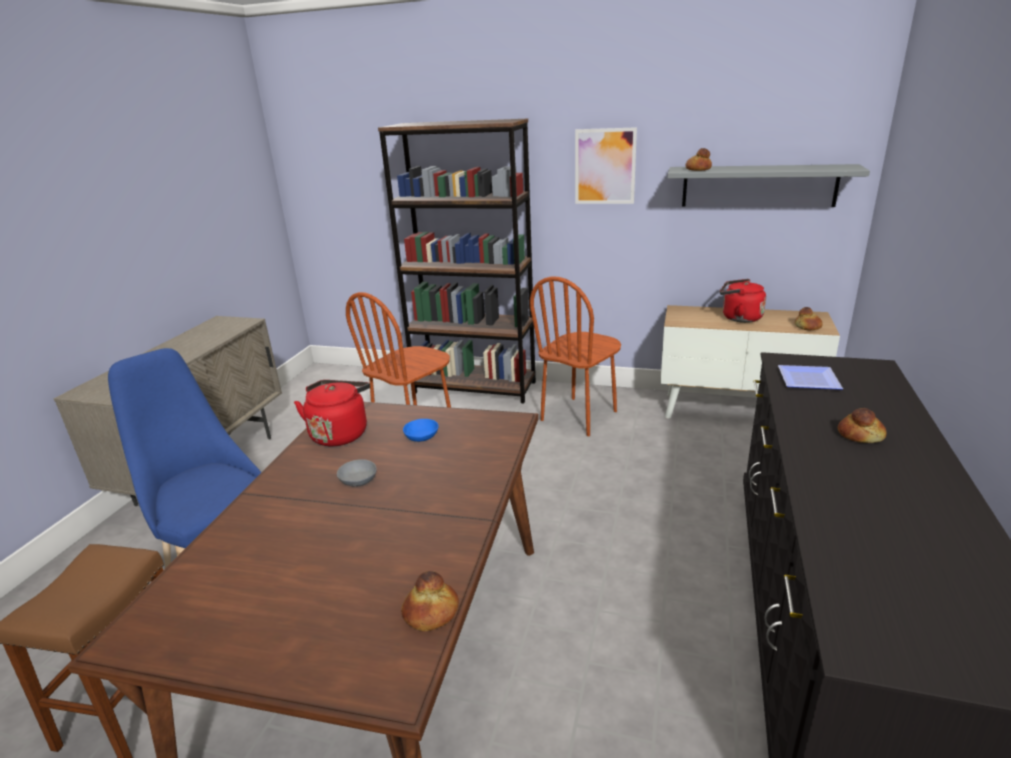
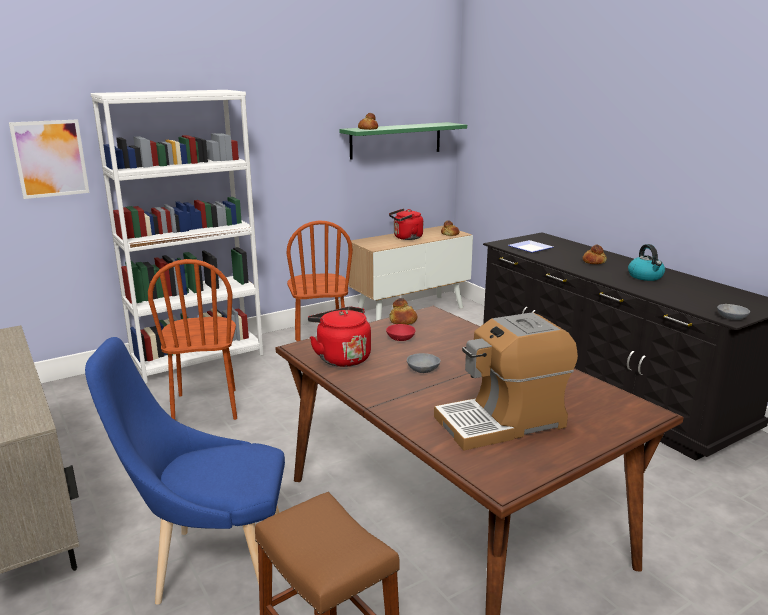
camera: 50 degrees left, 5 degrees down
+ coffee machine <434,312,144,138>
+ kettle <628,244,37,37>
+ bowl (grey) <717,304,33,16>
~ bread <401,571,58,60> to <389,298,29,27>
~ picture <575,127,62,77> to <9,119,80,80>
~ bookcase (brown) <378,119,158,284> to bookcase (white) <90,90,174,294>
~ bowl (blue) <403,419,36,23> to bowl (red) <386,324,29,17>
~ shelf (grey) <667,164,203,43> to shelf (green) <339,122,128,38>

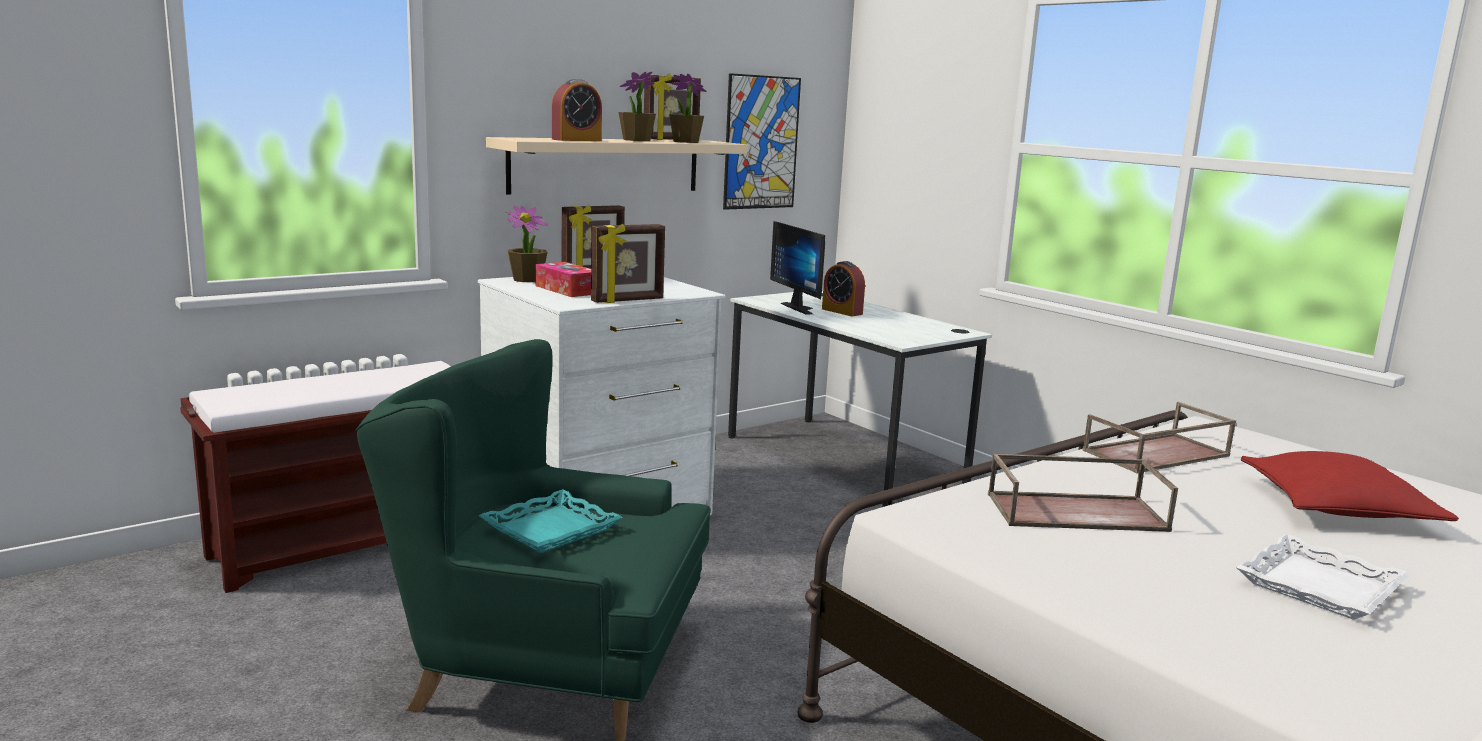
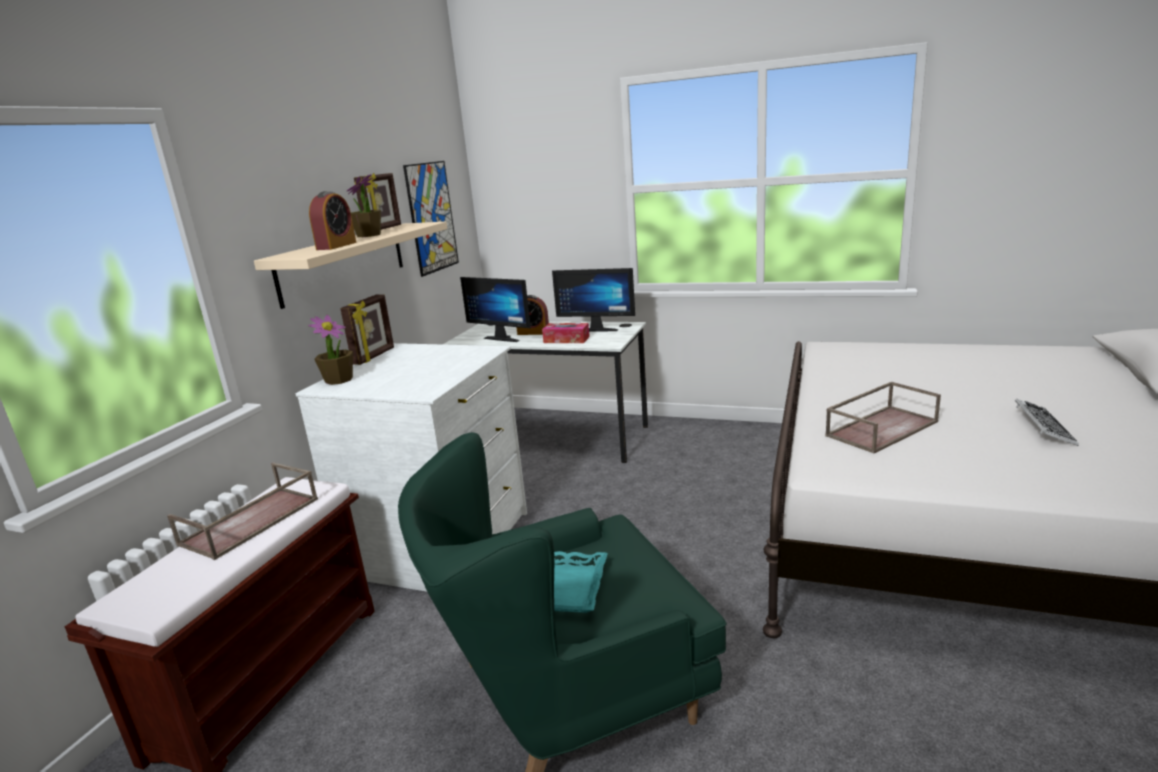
camera: 30 degrees left, 5 degrees up
- picture frame <591,224,74,79>
- potted plant <669,74,38,69>
- pillow (red) <1241,451,218,70>
+ monitor <552,268,83,64>
~ tissue box <535,262,56,35> to <542,323,48,20>
~ tray (brown) <1082,402,154,71> to <167,462,151,98>
~ tray (white) <1236,534,175,86> to keyboard <1015,398,64,48>

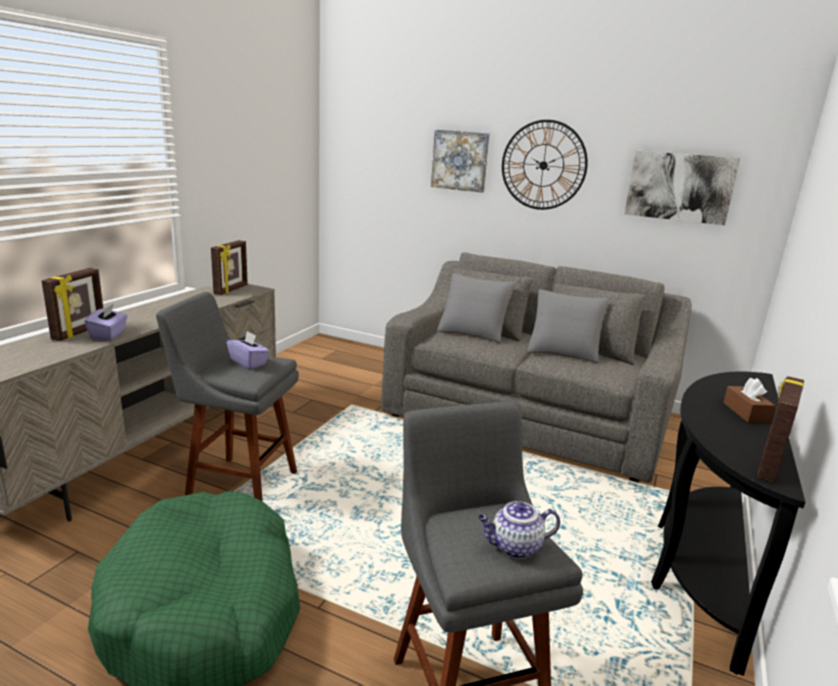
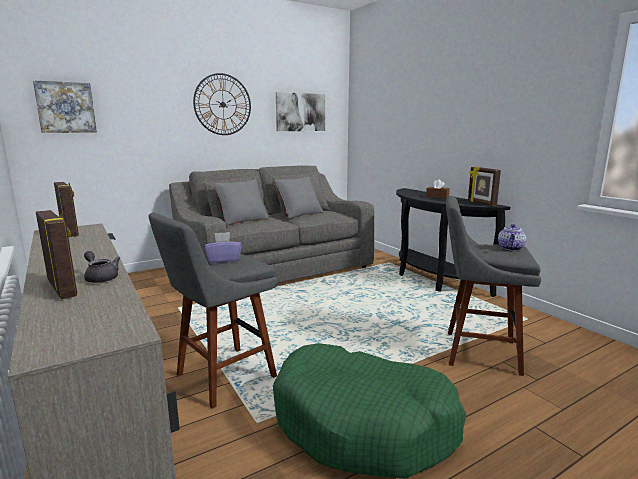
camera: 55 degrees left, 5 degrees down
~ picture <431,130,59,63> to <33,80,64,53>
~ tissue box (purple) <85,304,43,36> to teapot (grey) <84,251,36,32>

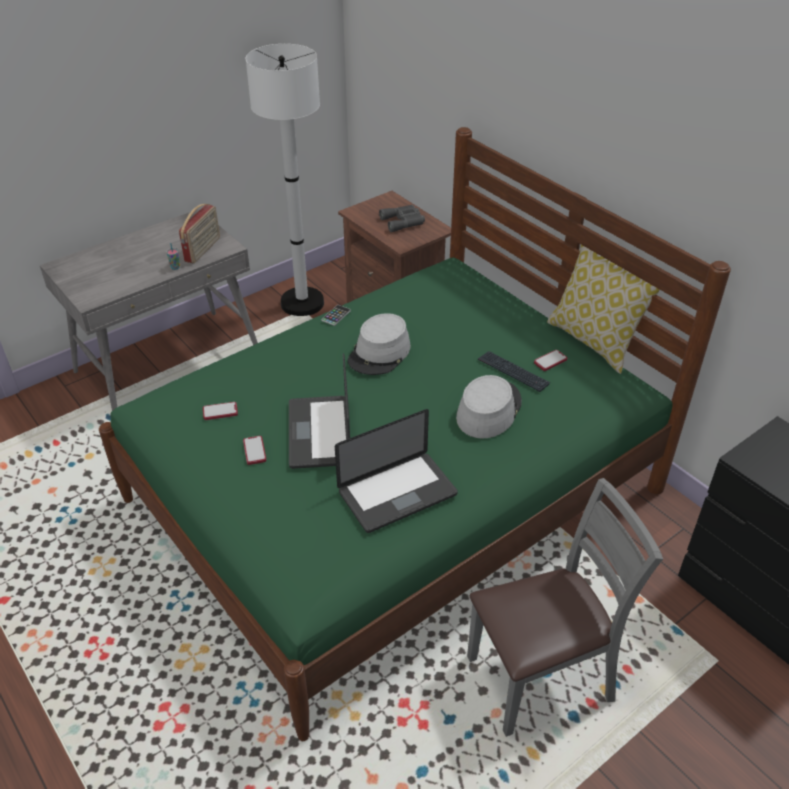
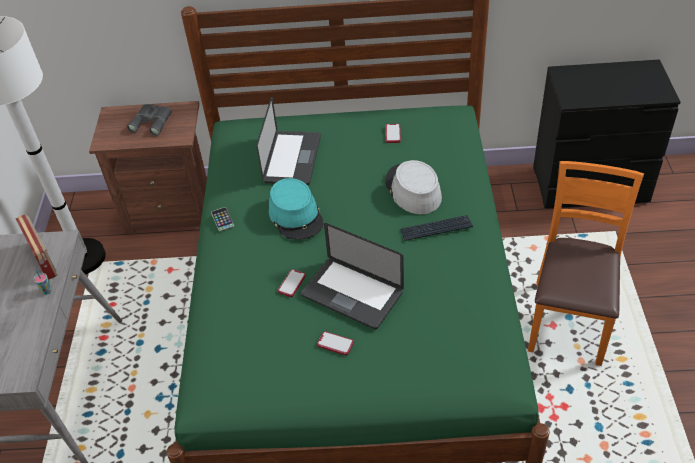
camera: 50 degrees left, 5 degrees up
- pillow <547,245,113,129>
~ phone <203,402,35,18> to <278,269,28,28>
~ laptop <335,409,123,124> to <256,96,65,89>
~ keyboard <478,351,72,41> to <401,215,72,26>
~ hat (grey) <348,313,63,62> to hat (turquoise) <269,178,55,62>
~ chair (grey) <467,478,196,259> to chair (orange) <528,161,116,205>

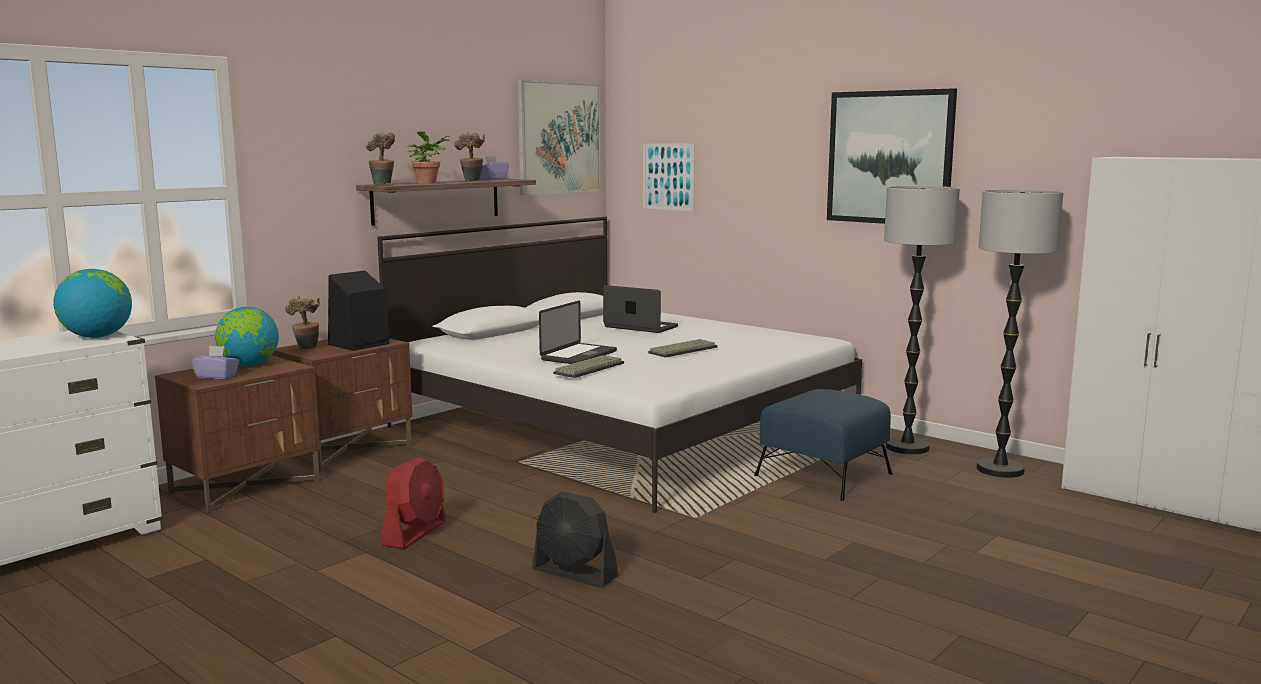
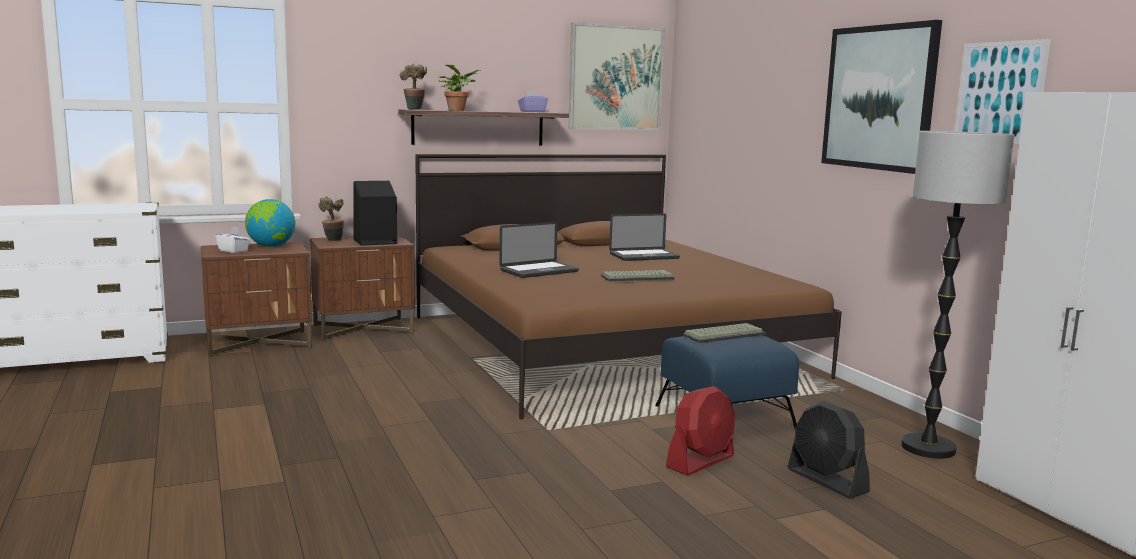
camera: 25 degrees right, 0 degrees up
- globe <53,269,79,69>
- potted plant <454,132,31,49>
- floor lamp <884,186,76,268>
~ fan (red) <381,457,65,92> to <666,386,69,90>
~ fan (black) <532,491,86,97> to <788,401,82,98>
~ keyboard <553,355,71,23> to <683,323,82,20>
~ picture <643,143,52,68> to <954,39,97,105>
~ tissue box (purple) <191,346,49,33> to tissue box (white) <215,226,35,27>
~ bed (white) <377,216,485,297> to bed (brown) <415,154,427,265>
~ laptop <603,285,75,48> = <609,213,71,48> 105 degrees clockwise

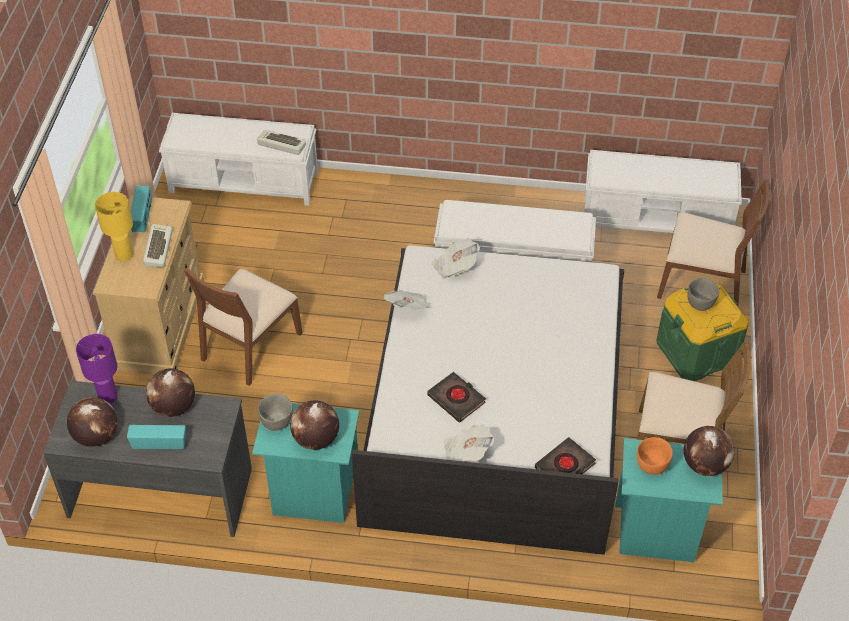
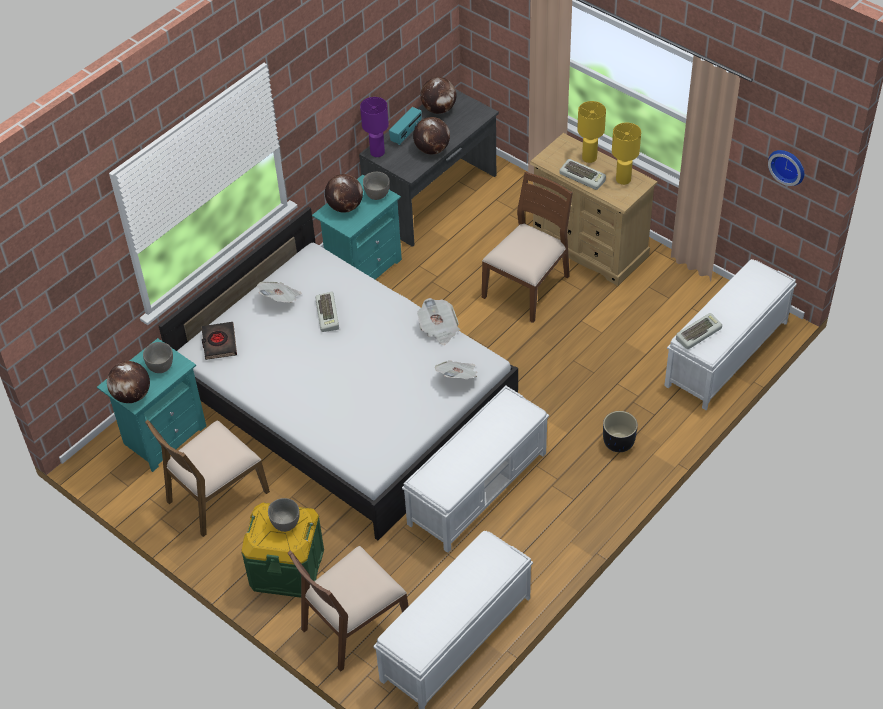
camera: 125 degrees right, 0 degrees up
+ planter (black) <603,411,35,41>
+ wall clock <768,150,36,36>
~ table lamp (purple) <76,334,42,70> to <360,97,29,60>
~ radio <131,186,21,47> to table lamp (yellow) <612,122,29,63>
~ book (black) <427,372,59,50> to keyboard <315,291,24,41>
~ bowl (orange) <637,437,36,38> to bowl (grey) <143,342,30,31>
~ chair (brown) <184,268,119,118> = <482,171,91,152> 60 degrees clockwise

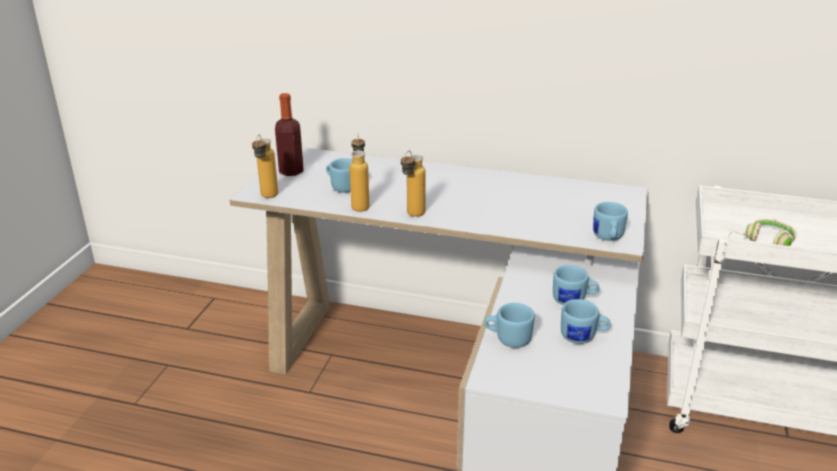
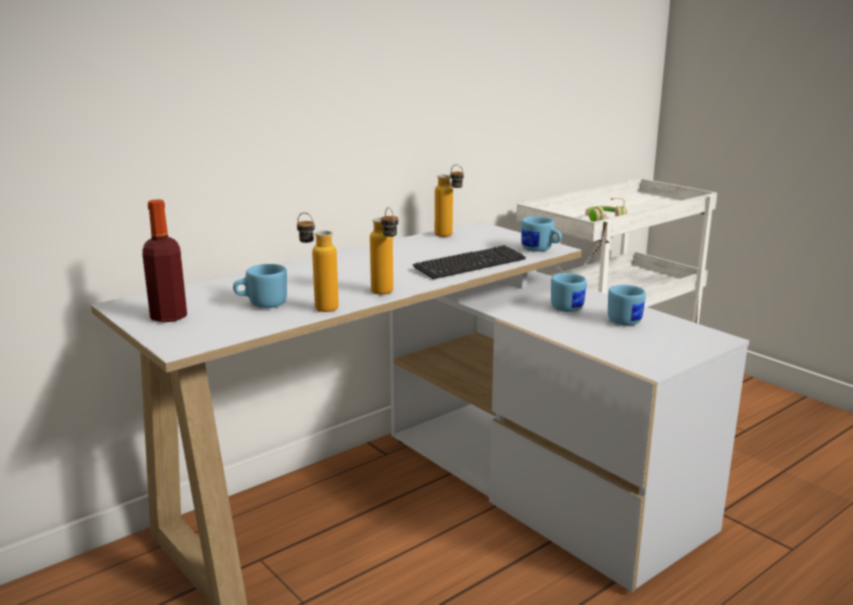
camera: 55 degrees left, 10 degrees down
- mug (blue) <484,303,51,45>
+ keyboard <413,245,113,34>
~ bottle <252,135,26,63> to <435,164,29,73>

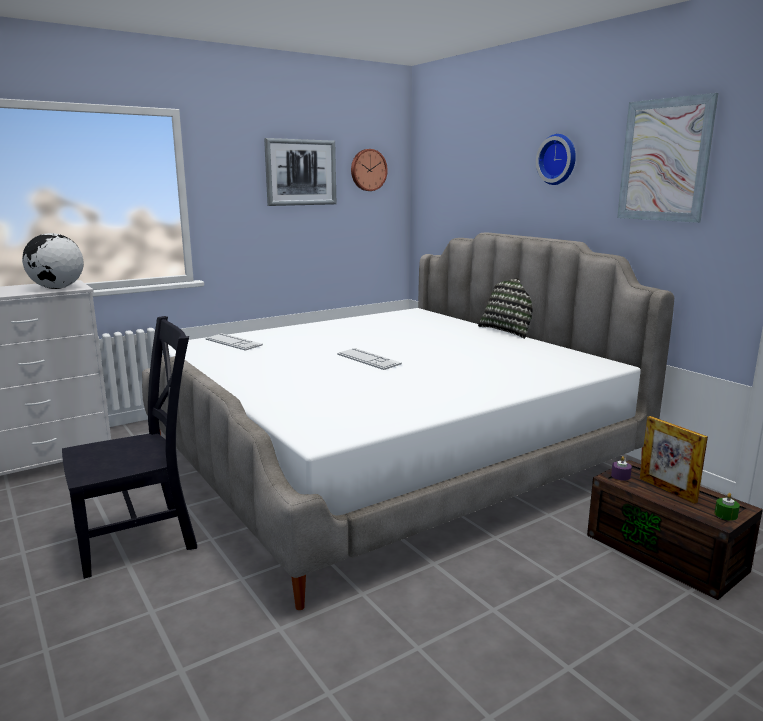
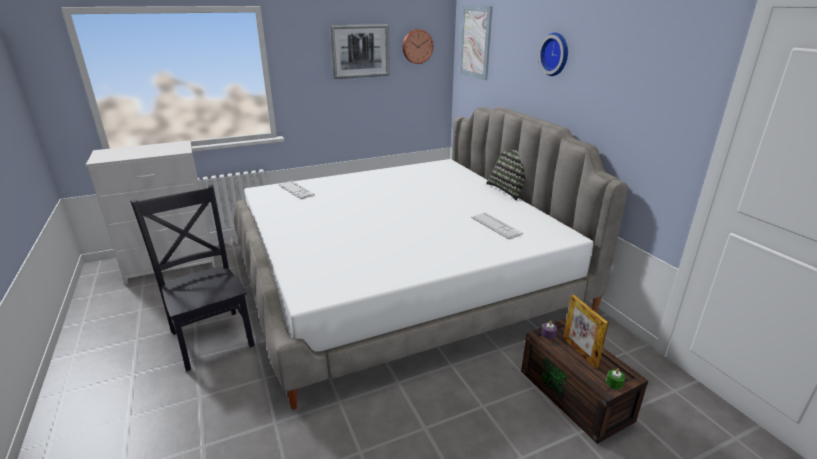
camera: 10 degrees right, 10 degrees up
- globe <22,233,62,56>
~ keyboard <337,348,65,22> to <471,212,52,27>
~ picture <617,93,101,130> to <459,6,33,74>
~ chair (black) <62,316,135,263> = <130,185,125,186> 105 degrees counterclockwise

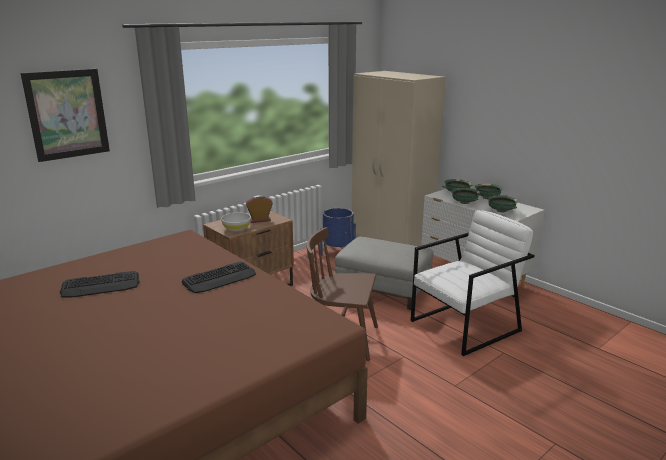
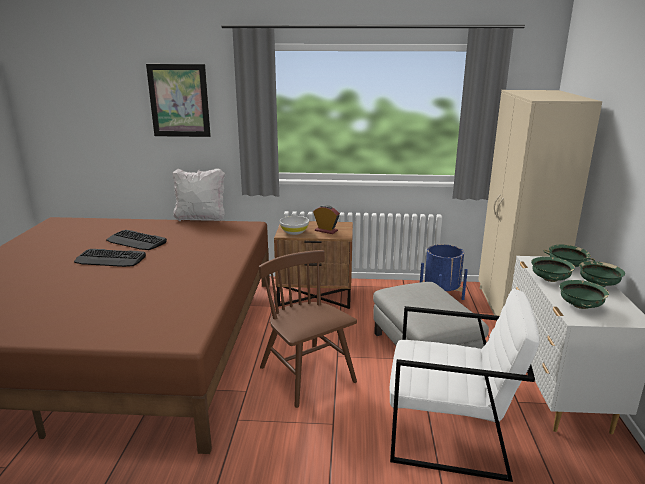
camera: 45 degrees right, 0 degrees up
+ pillow (white) <173,168,52,53>
~ keyboard <182,262,74,31> to <74,249,72,18>

